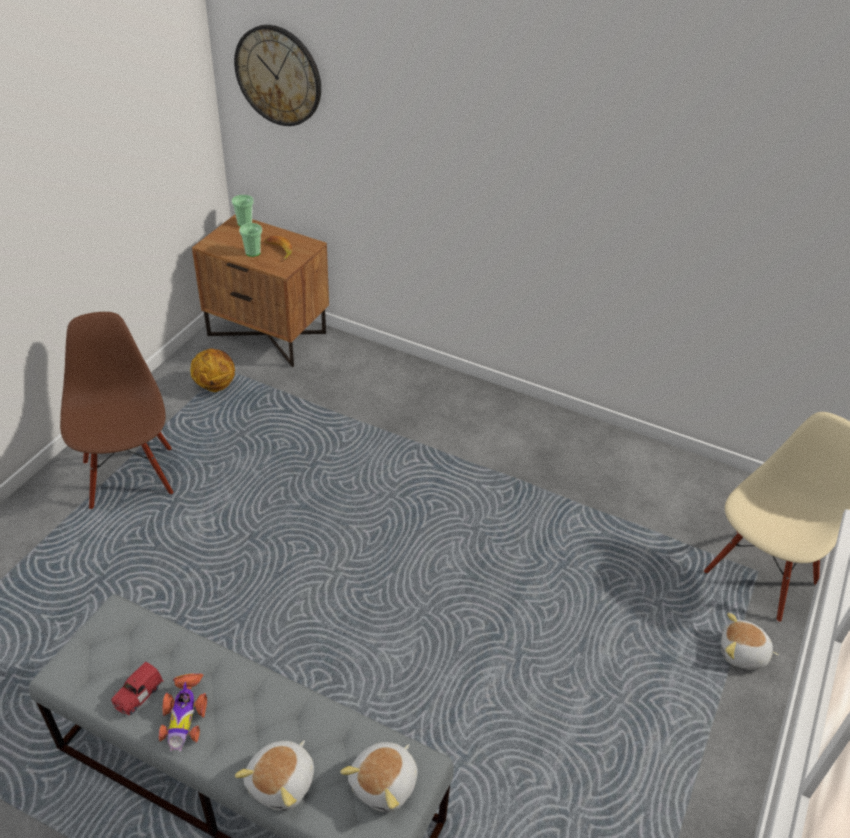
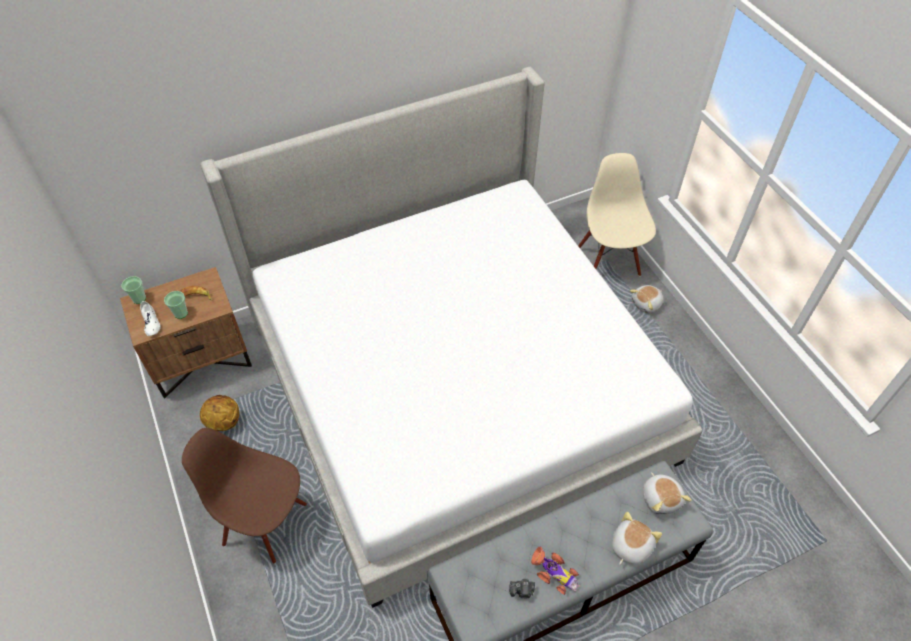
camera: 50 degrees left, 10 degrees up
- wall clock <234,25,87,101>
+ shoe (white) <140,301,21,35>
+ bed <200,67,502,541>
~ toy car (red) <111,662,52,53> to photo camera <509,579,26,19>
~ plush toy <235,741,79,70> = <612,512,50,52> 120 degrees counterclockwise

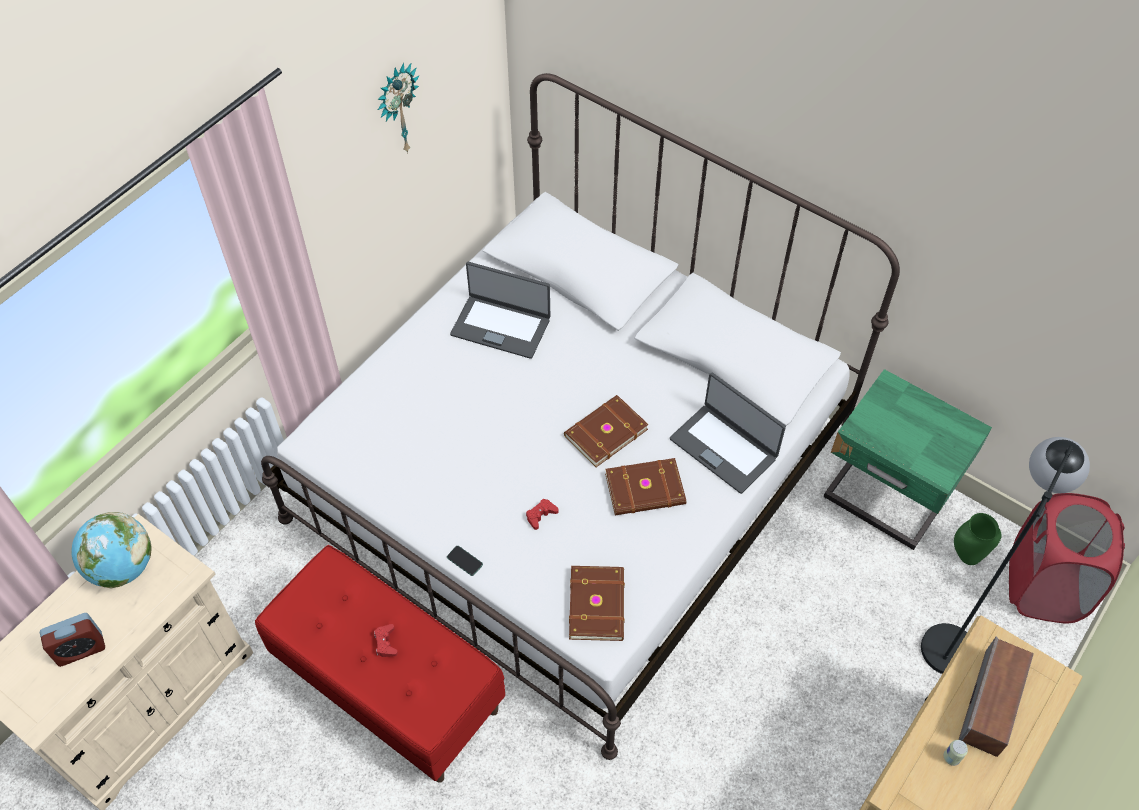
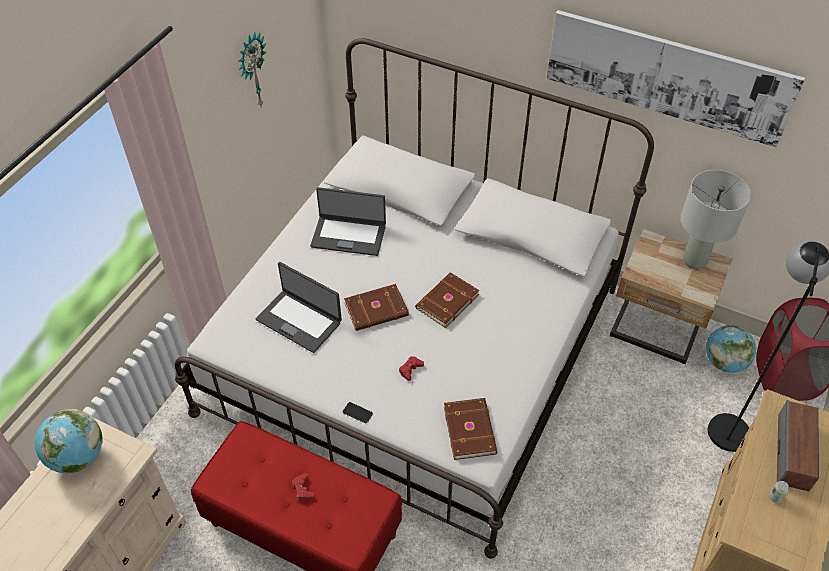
camera: 10 degrees left, 5 degrees down
- alarm clock <40,613,65,54>
+ picture <547,10,258,137>
+ table lamp (grey) <681,170,70,99>
~ book (brown) <605,458,81,57> to <344,284,65,47>
~ laptop <670,373,116,121> to <256,262,86,91>
~ vase (green) <954,513,48,52> to globe <706,325,50,48>
~ nightstand (green) <823,369,169,181> to nightstand (beige) <610,229,122,135>

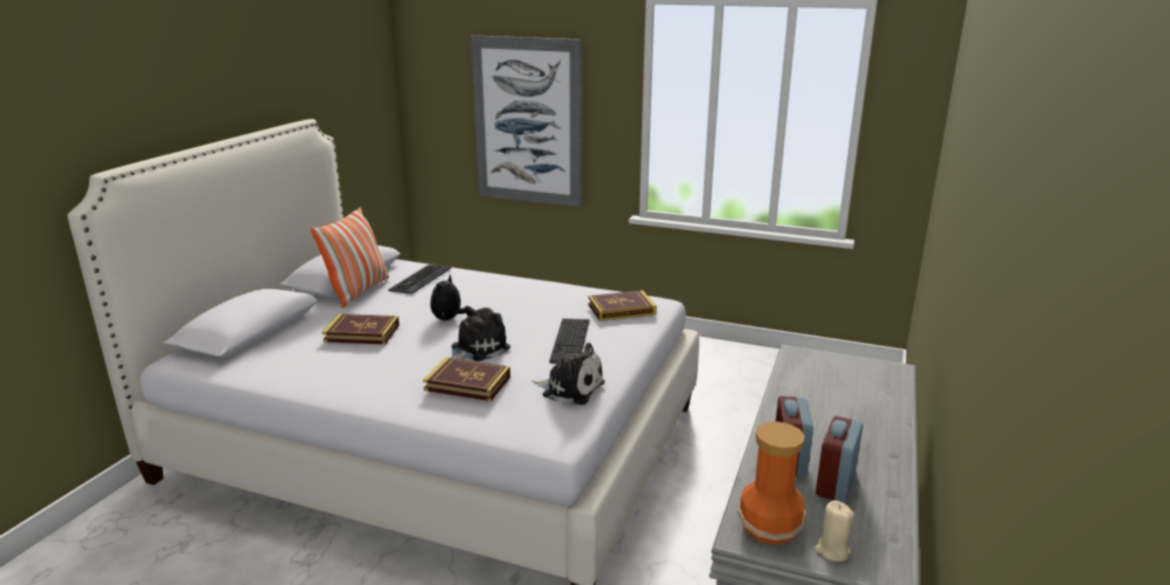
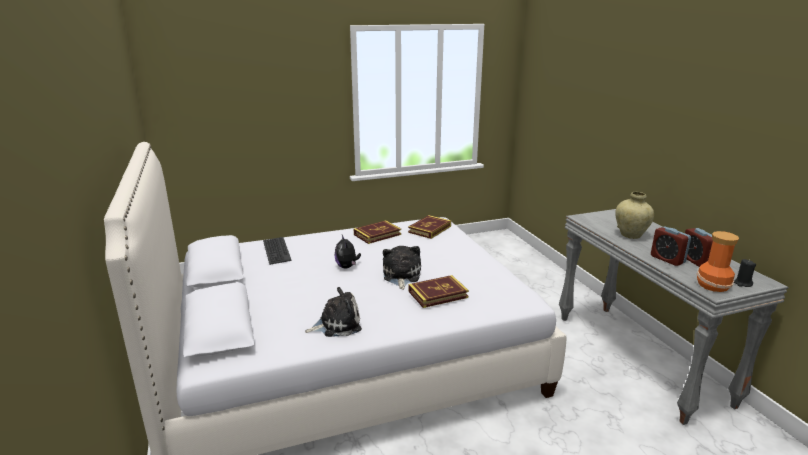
camera: 40 degrees left, 0 degrees up
- pillow <310,207,79,101>
- picture <470,35,112,172>
- keyboard <549,319,40,45>
+ vase (beige) <615,192,39,47>
~ book <322,314,77,31> to <354,220,47,24>
~ plush toy <532,343,73,62> to <305,287,57,50>
~ candle (beige) <814,500,40,62> to candle (black) <734,259,22,28>

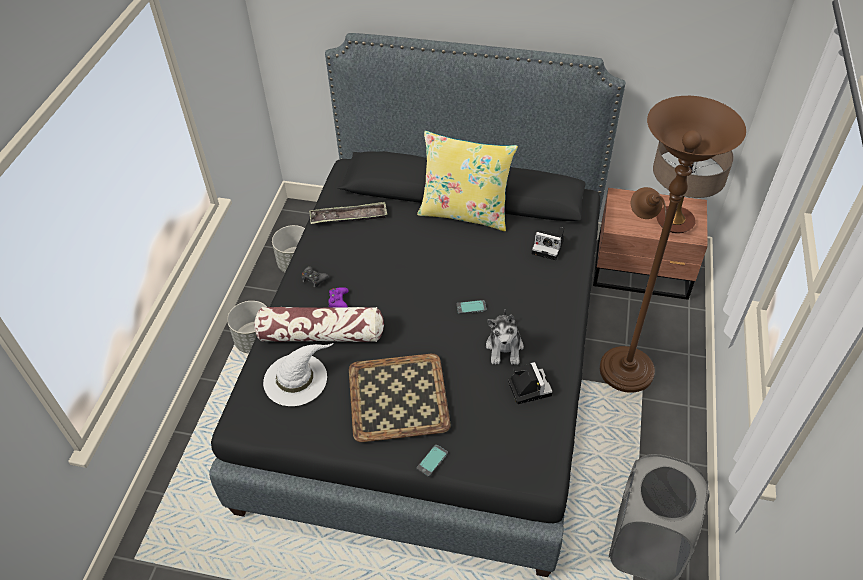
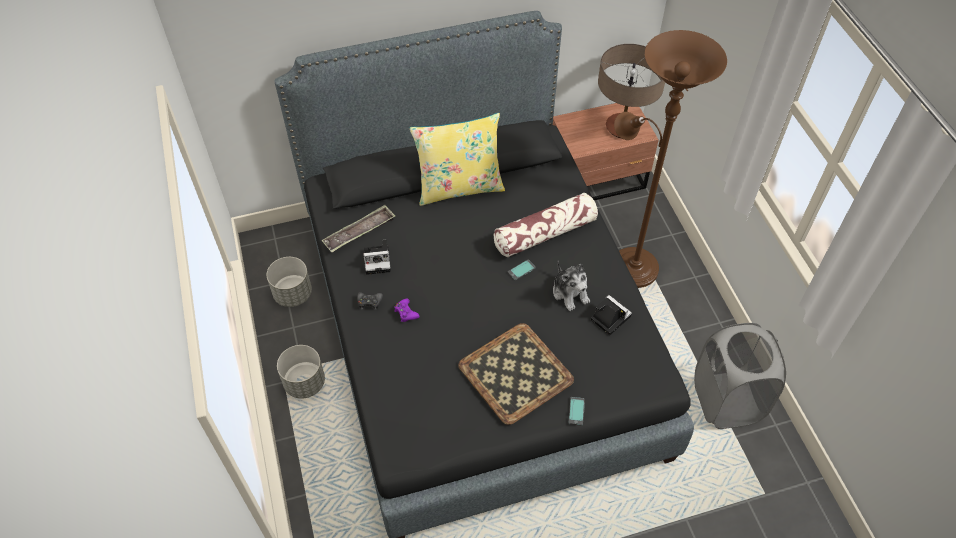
camera: 30 degrees left, 5 degrees up
- hat (white) <263,342,72,64>
~ pillow <254,307,130,35> to <494,193,104,64>
~ photo camera <532,227,32,33> to <363,240,28,35>

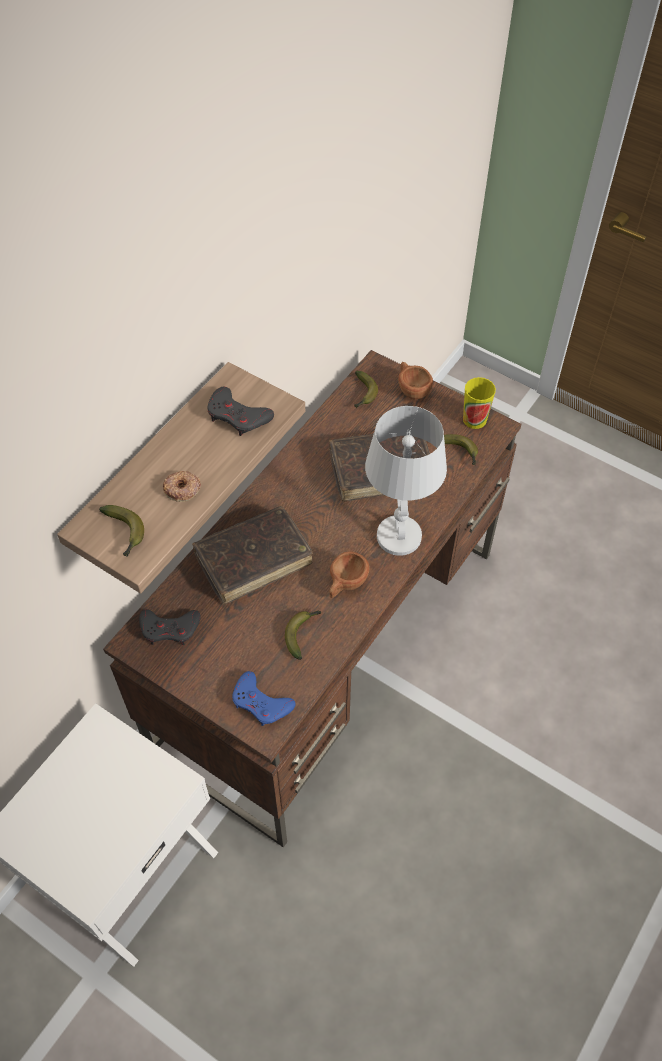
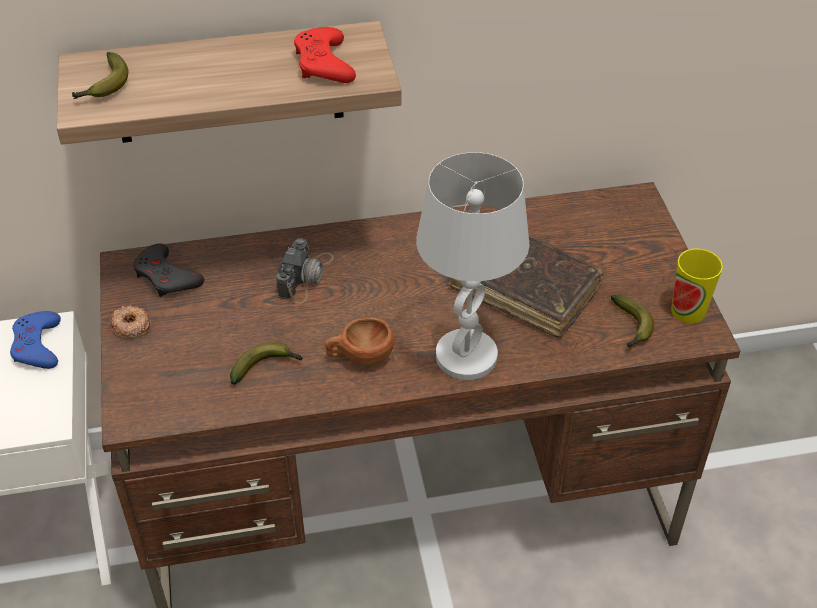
camera: 45 degrees right, 10 degrees down
- banana <354,371,24,37>
- cup (brown) <398,362,35,38>
~ donut <163,471,38,31> to <111,305,40,34>
~ game controller (blue) <232,671,64,55> to <10,311,51,58>
~ book (brown) <192,506,121,98> to photo camera <276,238,58,66>
~ game controller (grey) <207,387,67,49> to game controller (red) <294,27,62,56>

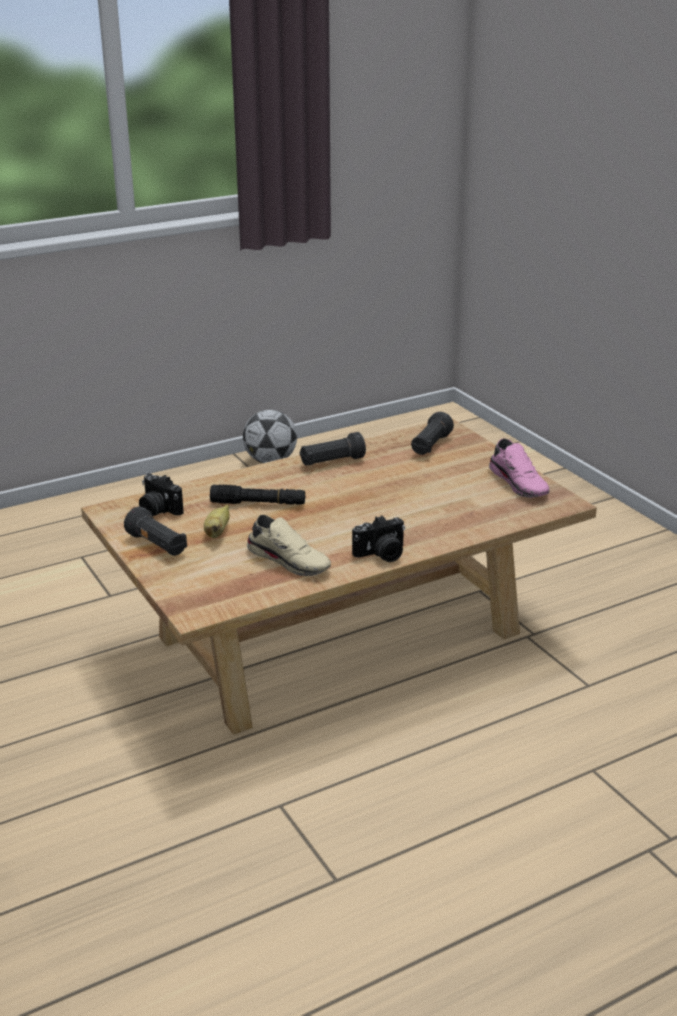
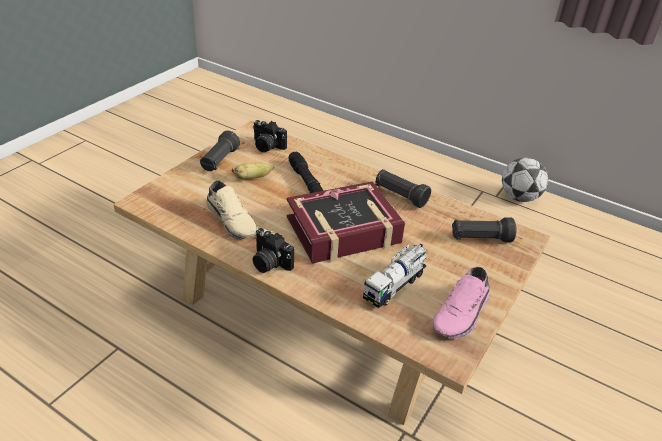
camera: 60 degrees right, 10 degrees up
+ book <287,181,118,83>
+ toy truck <363,244,64,64>
~ photo camera <139,474,45,42> = <253,120,34,32> 75 degrees counterclockwise
~ shoe (beige) <247,515,84,61> = <207,180,50,60> 45 degrees counterclockwise

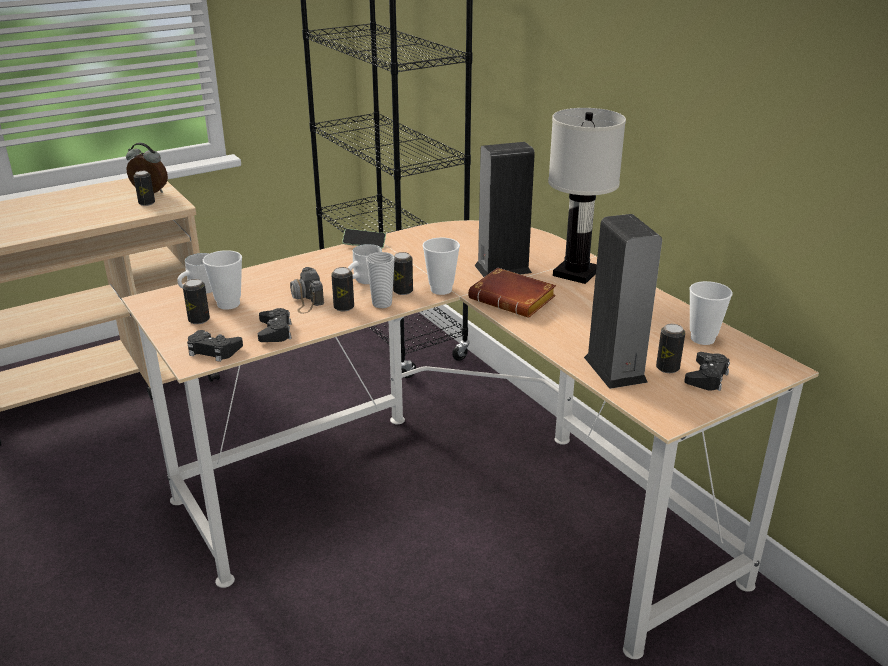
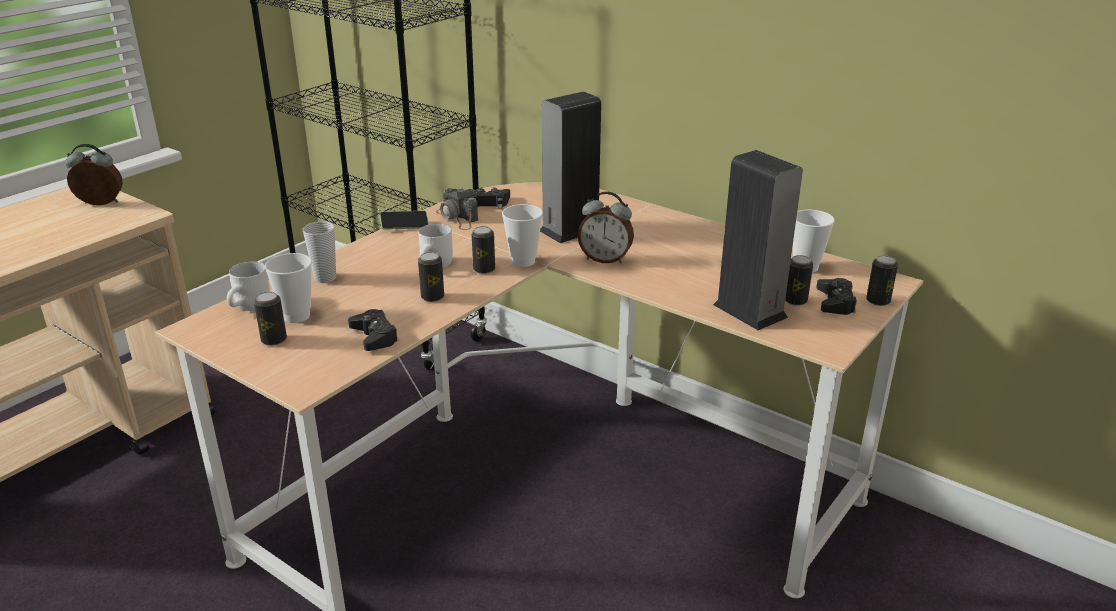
camera: 20 degrees left, 0 degrees up
- table lamp (white) <548,108,78,176>
~ can <134,171,21,35> to <866,255,32,51>
~ game controller (black) <187,330,56,32> to <466,187,44,22>
~ photo camera <290,267,34,47> to <436,188,42,42>
~ cup <366,252,29,56> to <303,221,33,62>
~ book (brown) <468,268,88,50> to alarm clock <578,192,56,72>

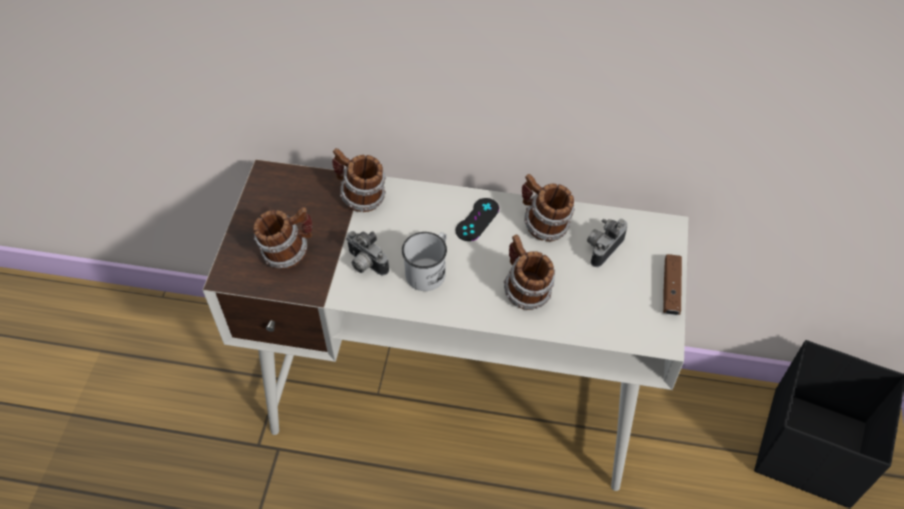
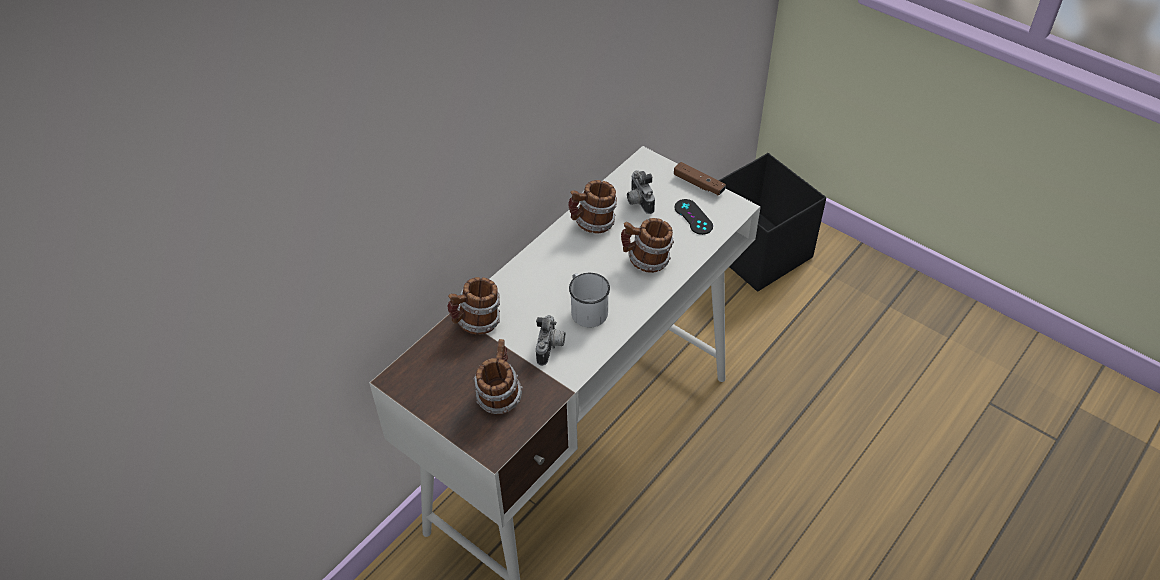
camera: 60 degrees left, 5 degrees down
~ game controller (black) <456,198,43,43> to <675,199,38,36>
~ photo camera <346,231,43,44> = <536,315,29,51> 60 degrees counterclockwise

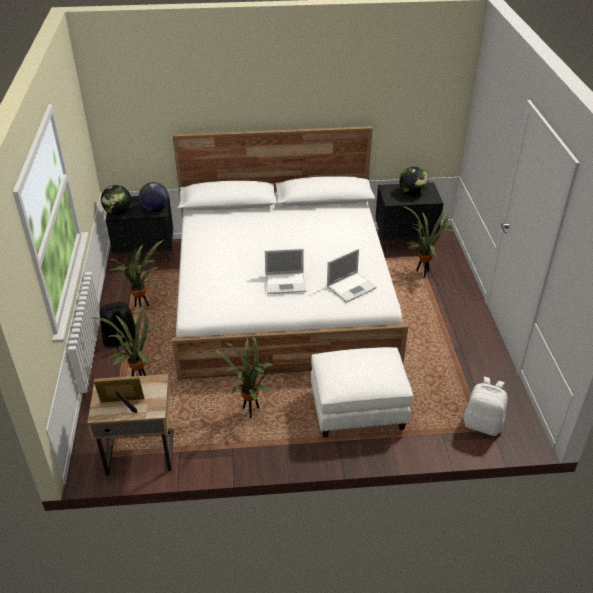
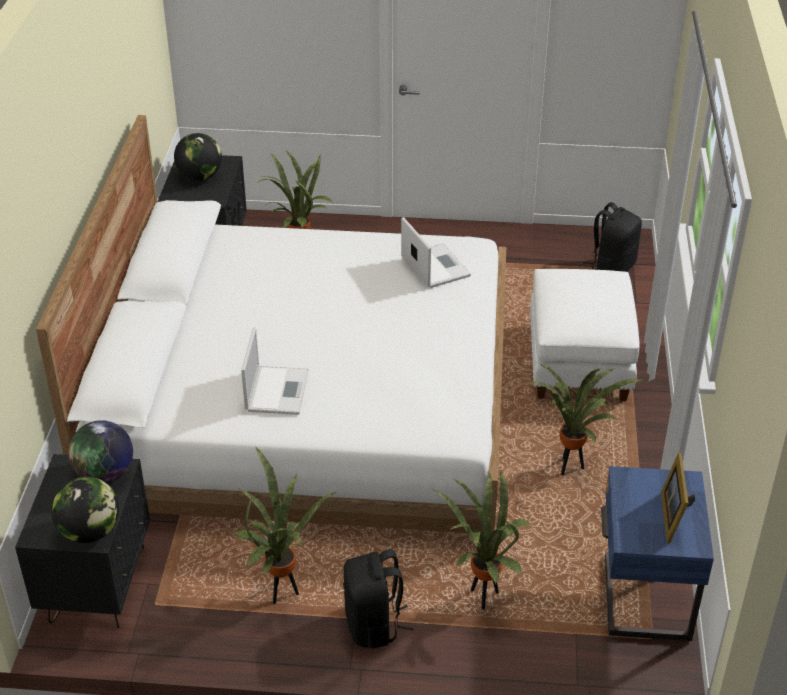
camera: 80 degrees left, 0 degrees up
~ laptop <265,248,41,46> to <241,327,68,88>
~ nightstand (beige) <87,374,86,102> to nightstand (blue) <601,466,113,175>
~ backpack (white) <464,377,44,59> to backpack (black) <583,202,59,70>

